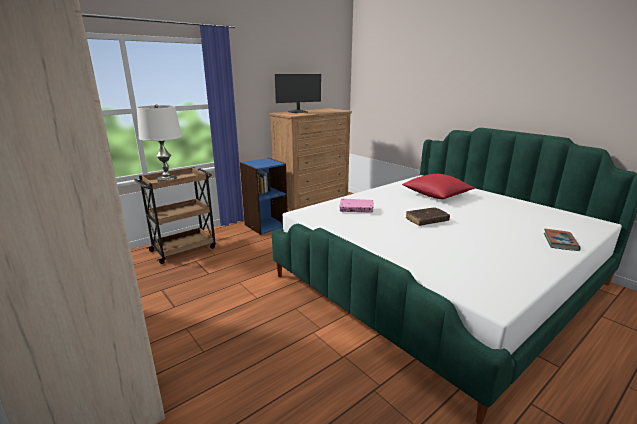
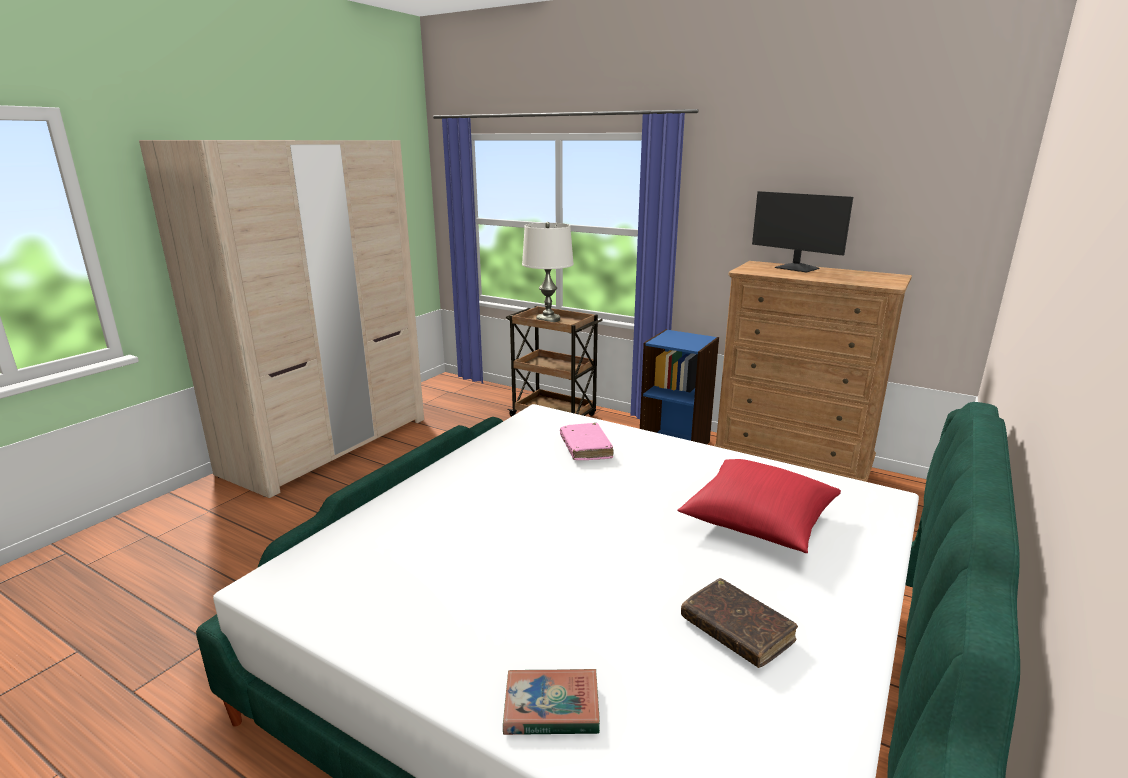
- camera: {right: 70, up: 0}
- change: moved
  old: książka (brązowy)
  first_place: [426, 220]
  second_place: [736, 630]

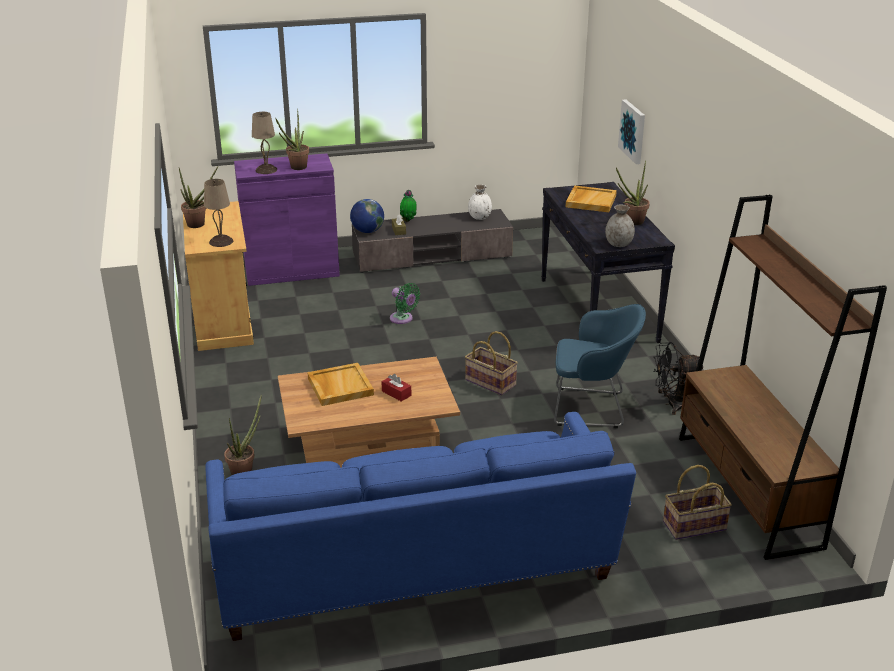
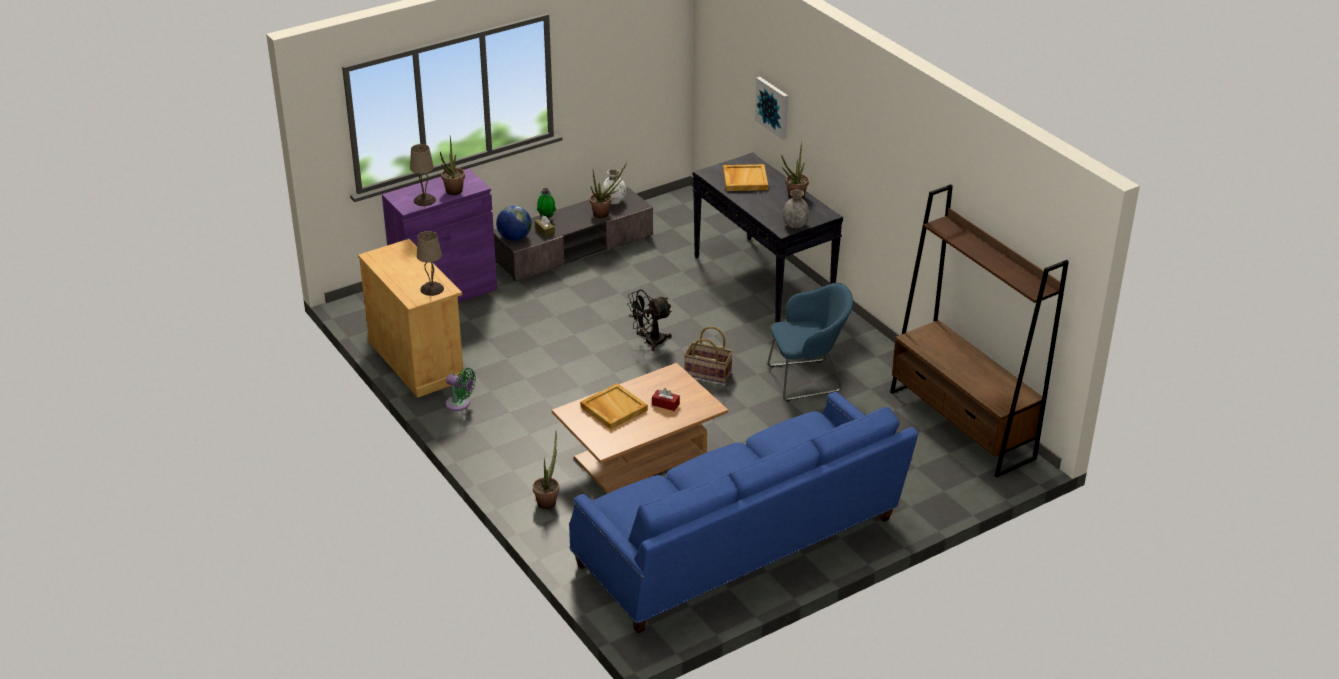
- camera: {right: -20, up: 5}
- change: removed
  old: koszyk
  first_place: [694, 526]
- change: moved
  old: roślina doniczkowa
  first_place: [199, 225]
  second_place: [604, 214]
- change: moved
  old: wentylator (zielony)
  first_place: [403, 319]
  second_place: [460, 404]
- change: moved
  old: wentylator (czarny)
  first_place: [672, 404]
  second_place: [649, 342]

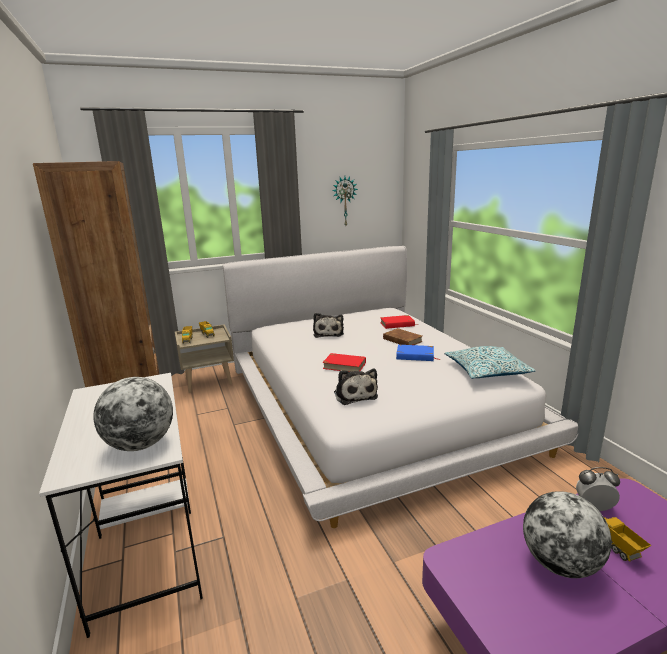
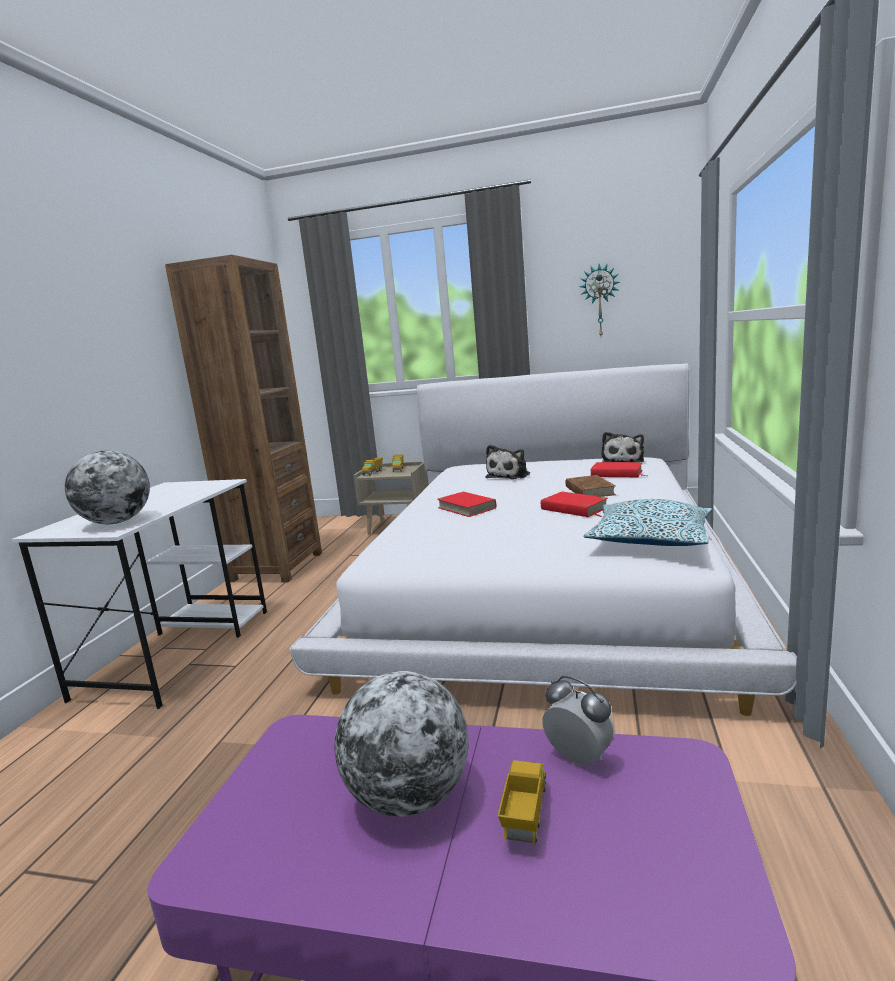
- camera: {right: 35, up: -5}
- change: moved
  old: pluszak
  first_place: [355, 394]
  second_place: [623, 461]
- change: recoloured
  old: książka (niebieski)
  new: książka (czerwony)
  first_place: [415, 356]
  second_place: [574, 509]

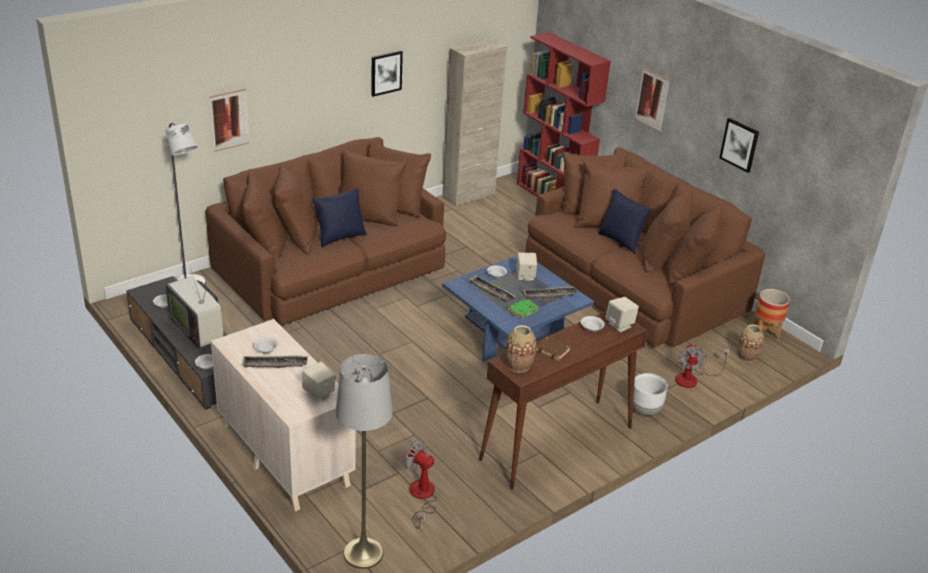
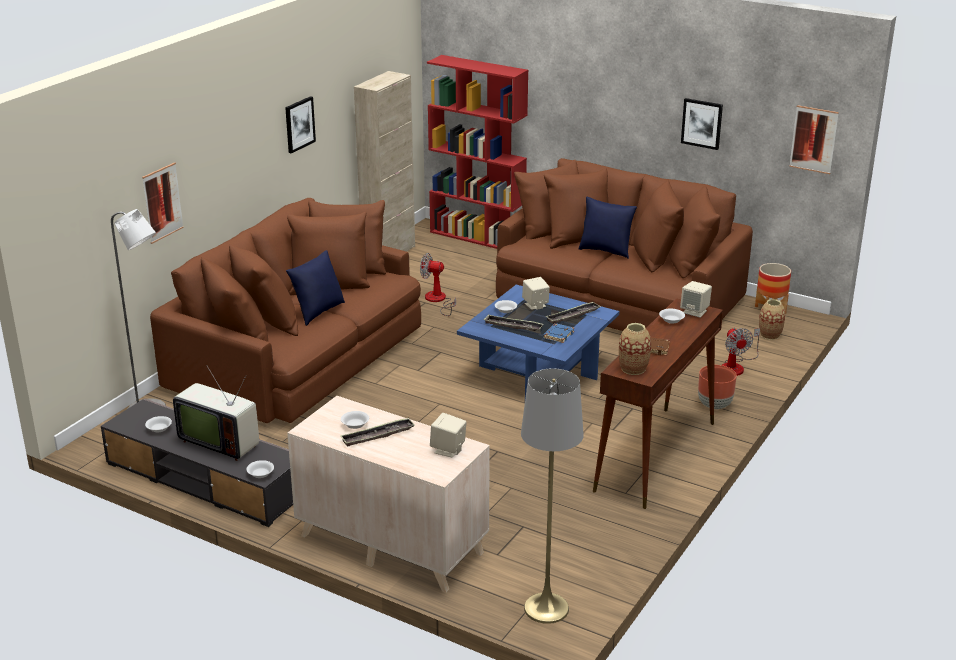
- camera: {right: -20, up: -5}
- change: moved
  old: wentylator
  first_place: [421, 497]
  second_place: [438, 300]
- change: moved
  old: obraz
  first_place: [652, 99]
  second_place: [813, 139]
- change: recoloured
  old: książka (zielony)
  new: książka (niebieski)
  first_place: [523, 310]
  second_place: [558, 335]
- change: recoloured
  old: donica (biały)
  new: donica (brązowy)
  first_place: [645, 410]
  second_place: [715, 405]

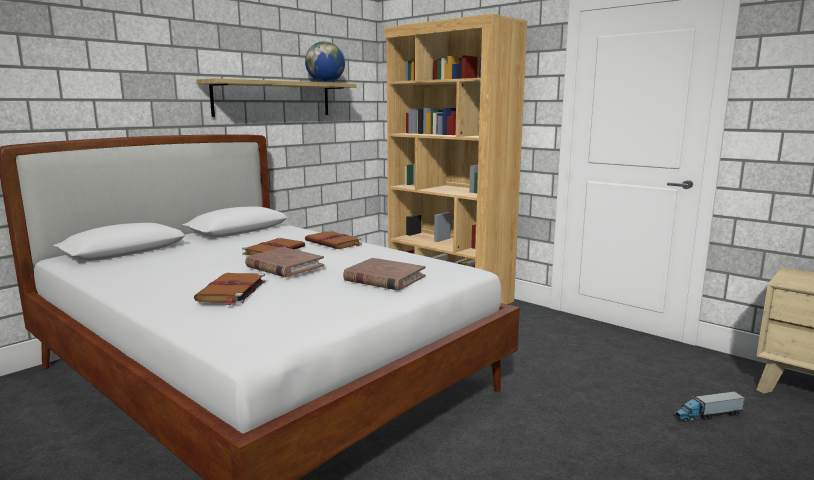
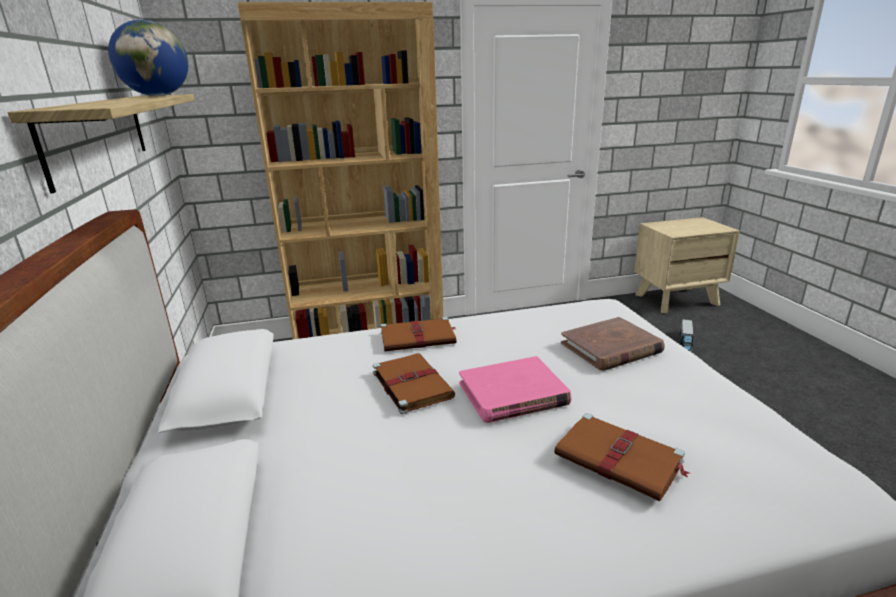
- camera: {right: -55, up: 10}
- change: recoloured
  old: książka (brązowy)
  new: książka (różowy)
  first_place: [284, 266]
  second_place: [513, 394]

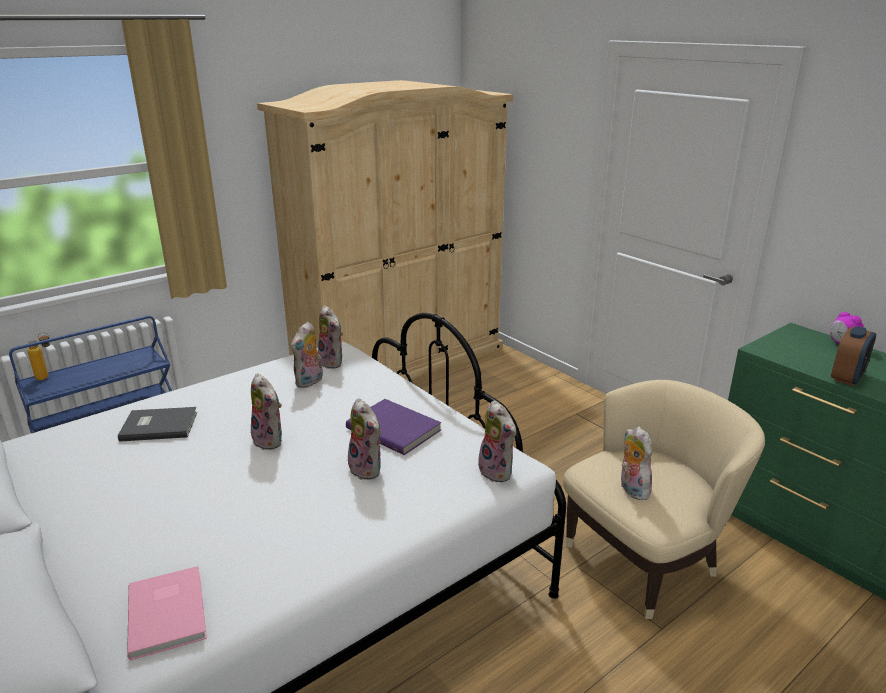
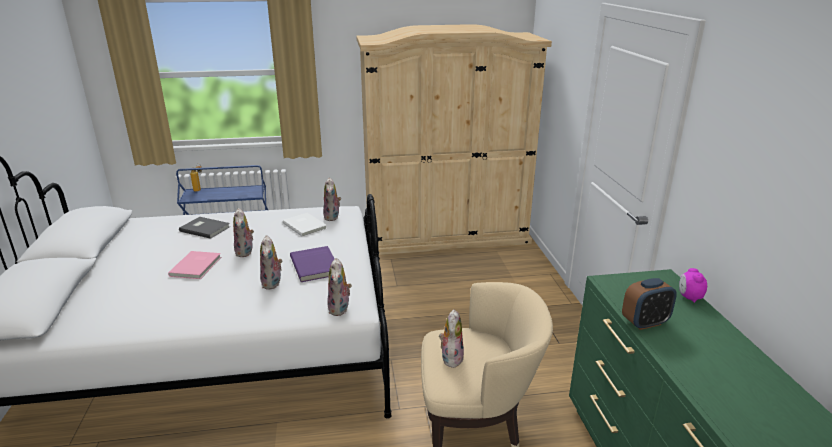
- camera: {right: 30, up: 0}
- change: moved
  old: książka (różowy)
  first_place: [169, 612]
  second_place: [197, 266]
- change: replaced
  old: pluszak
  new: książka (biały)
  first_place: [310, 382]
  second_place: [305, 225]

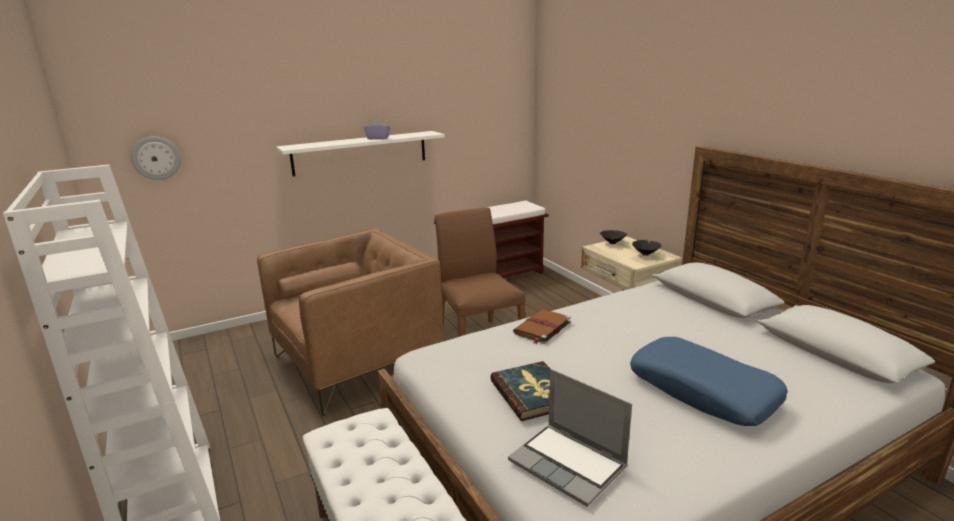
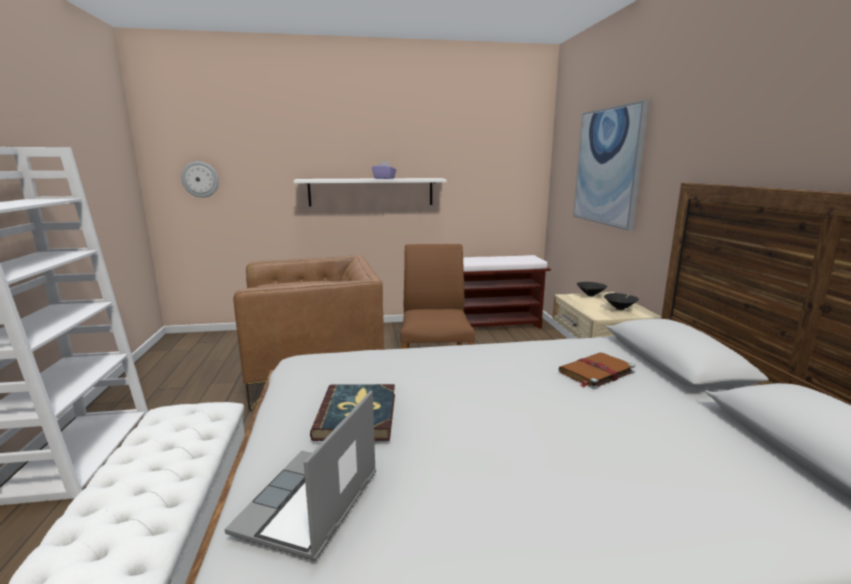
- camera: {right: 20, up: -5}
- change: removed
  old: poduszka (niebieski)
  first_place: [703, 391]
- change: added
  new: obraz
  second_place: [607, 166]
- change: moved
  old: książka (brązowy)
  first_place: [542, 328]
  second_place: [595, 372]
- change: turned
  old: laptop
  first_place: [569, 464]
  second_place: [309, 505]
  degrees: 45

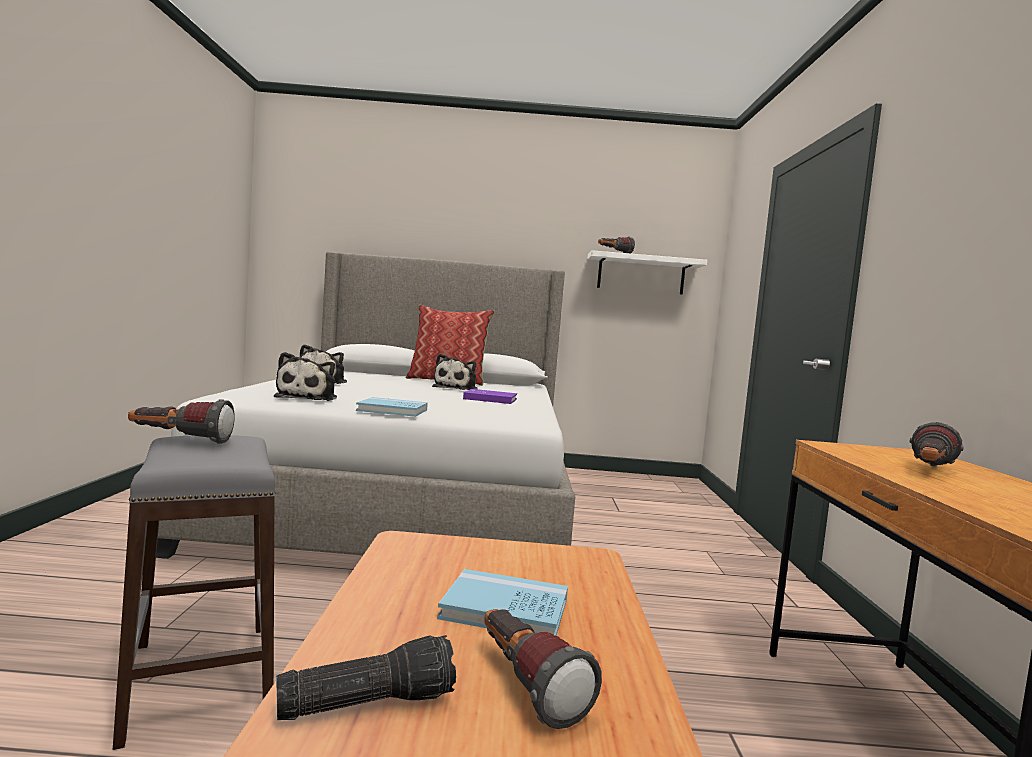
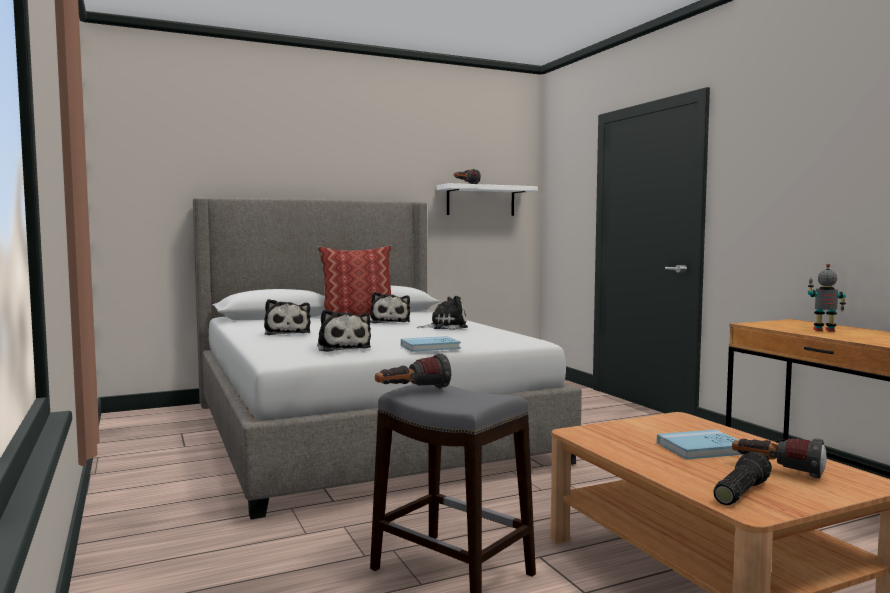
- camera: {right: -25, up: 0}
- change: replaced
  old: książka (fioletowy)
  new: pluszak
  first_place: [490, 399]
  second_place: [445, 327]
- change: replaced
  old: latarka
  new: robot zabawkowy
  first_place: [929, 471]
  second_place: [824, 330]

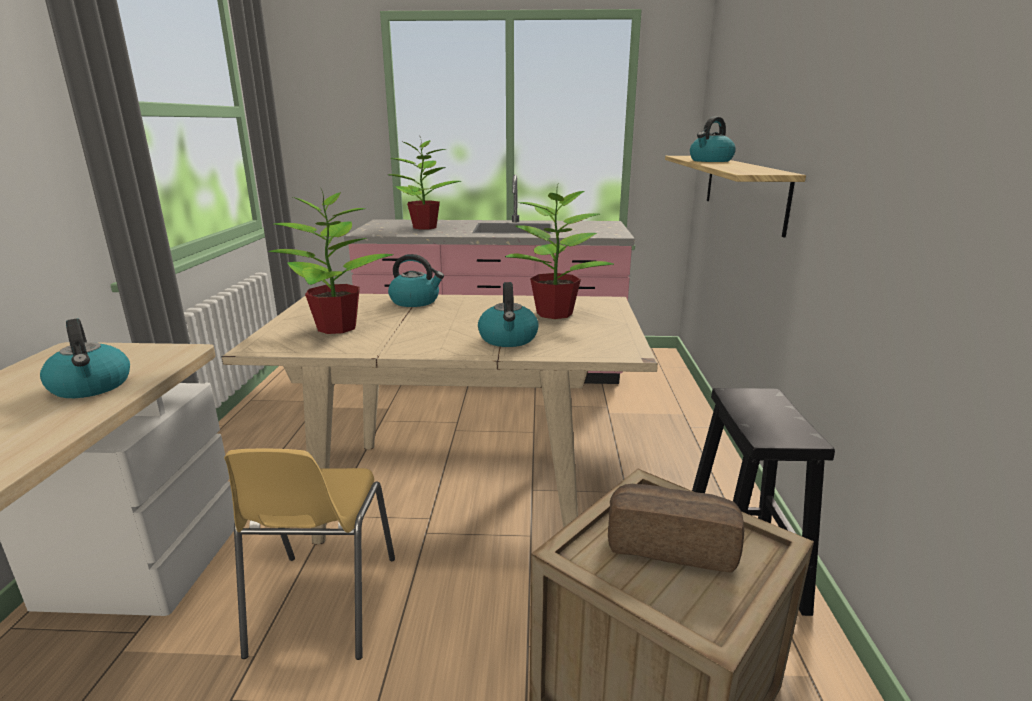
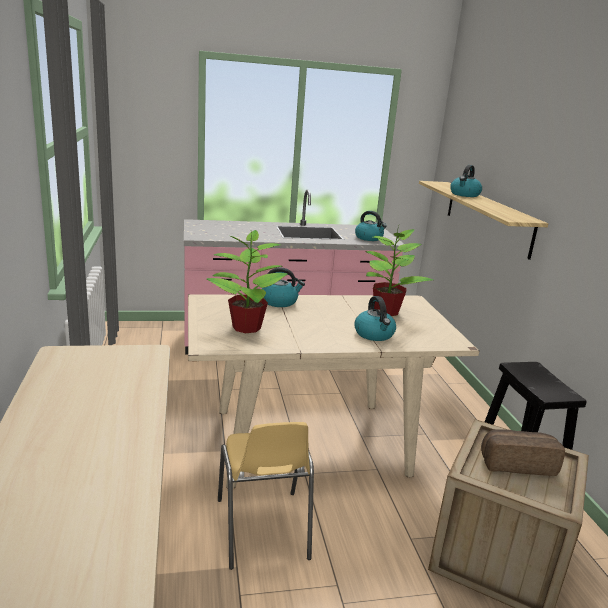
- camera: {right: -15, up: 0}
- change: removed
  old: roślina doniczkowa
  first_place: [424, 227]
- change: moved
  old: czajnik
  first_place: [91, 386]
  second_place: [369, 238]

